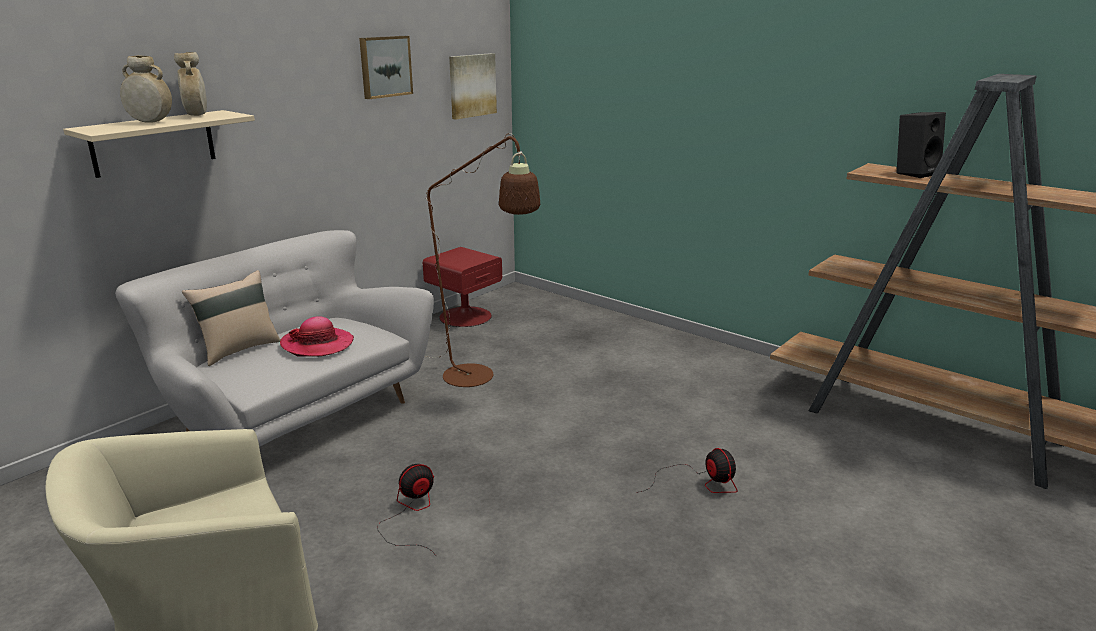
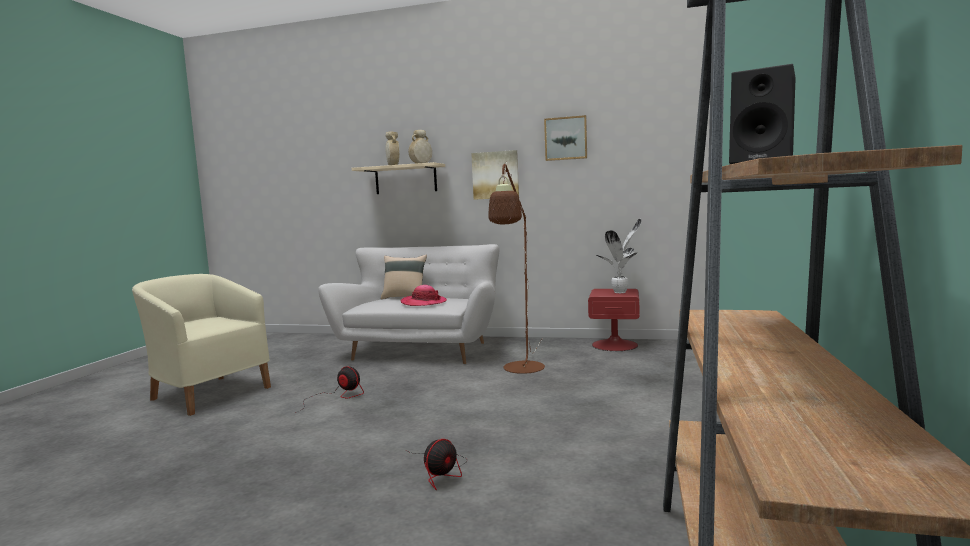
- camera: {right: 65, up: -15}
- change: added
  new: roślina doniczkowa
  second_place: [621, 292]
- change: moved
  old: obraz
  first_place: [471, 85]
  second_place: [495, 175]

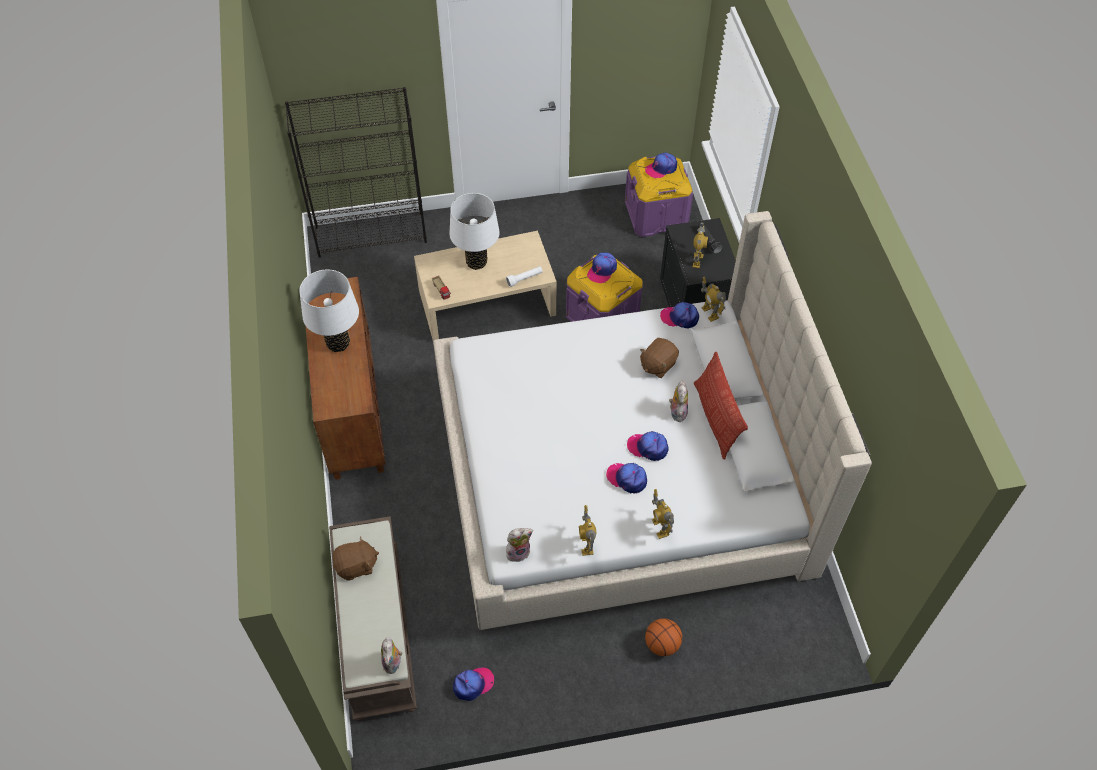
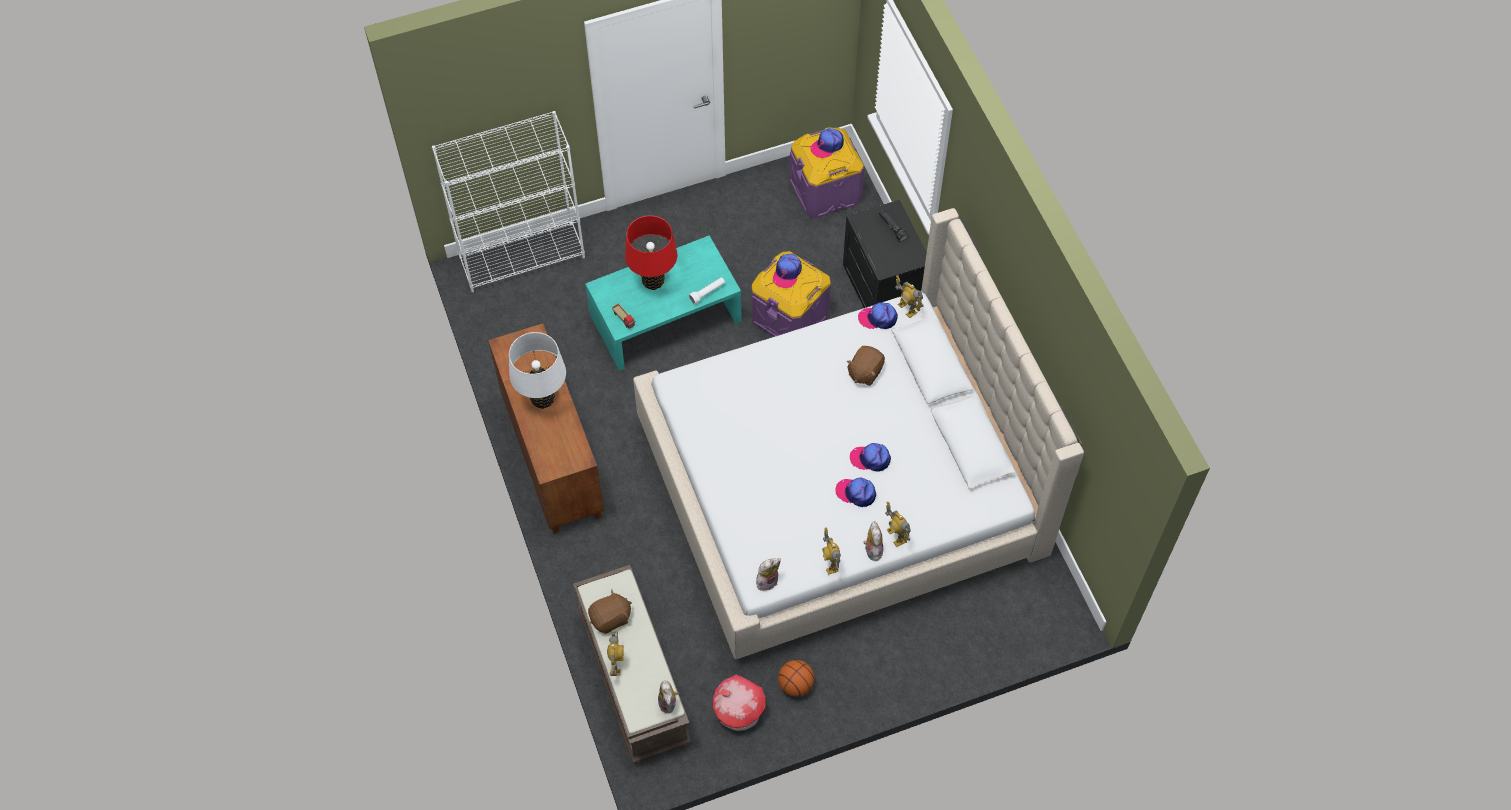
- camera: {right: -10, up: 5}
- change: removed
  old: poduszka
  first_place: [715, 419]
- change: moved
  old: piłka do koszykówki
  first_place: [662, 644]
  second_place: [795, 684]
- change: moved
  old: pluszak
  first_place: [677, 412]
  second_place: [872, 550]
- change: moved
  old: robot zabawkowy
  first_place: [697, 260]
  second_place: [617, 665]
- change: replaced
  old: czapka z daszkiem
  new: domek
  first_place: [473, 684]
  second_place: [738, 712]
- change: recoloured
  old: regał (czarny)
  new: regał (biały)
  first_place: [371, 234]
  second_place: [522, 257]
- change: recoloured
  old: ława (beżowy)
  new: ława (turkusowy)
  first_place: [486, 302]
  second_place: [665, 317]
- change: recoloured
  old: lampa stołowa (biały)
  new: lampa stołowa (czerwony)
  first_place: [476, 262]
  second_place: [653, 281]

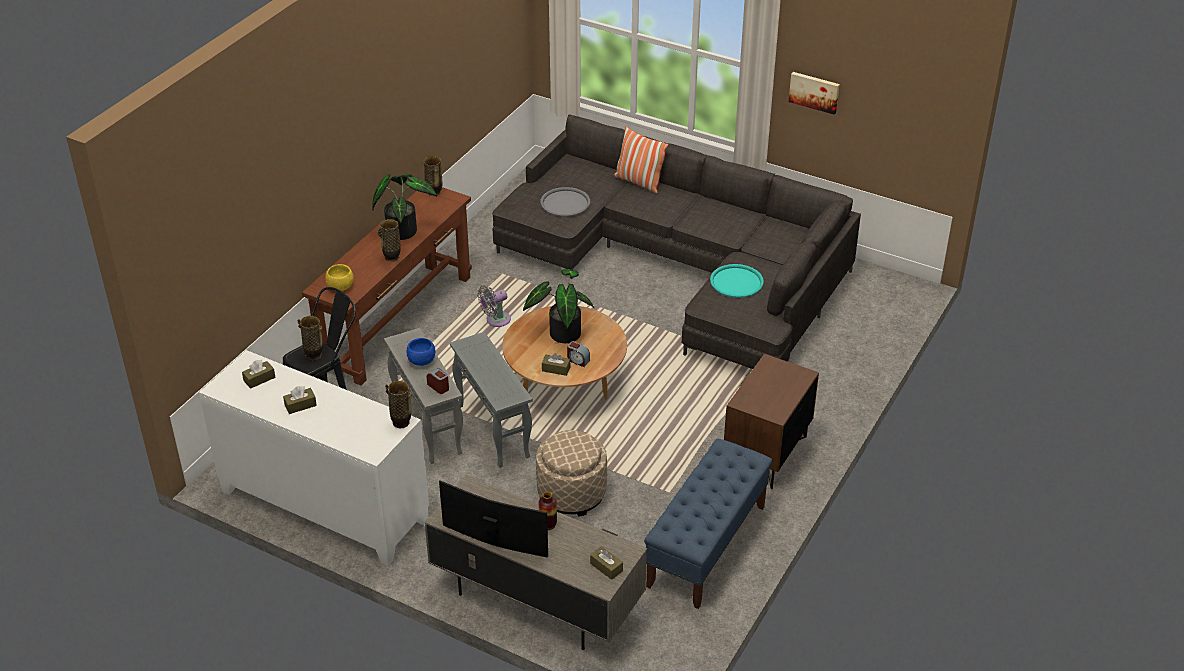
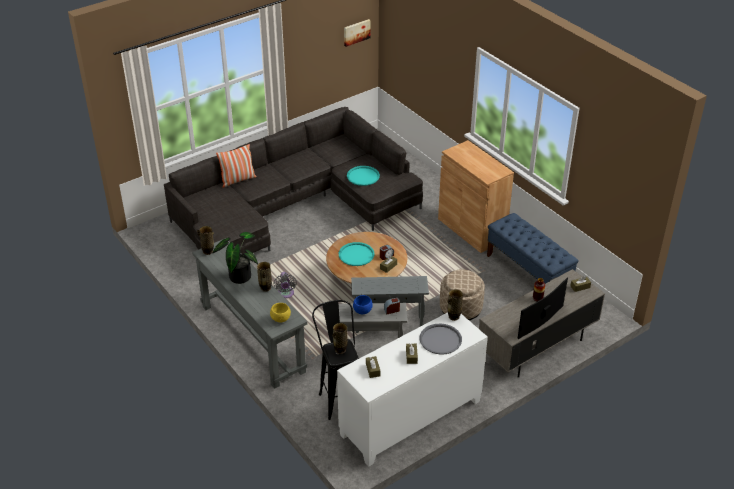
- camera: {right: -65, up: 0}
- change: moved
  old: taca (szary)
  first_place: [565, 203]
  second_place: [440, 339]
- change: moved
  old: obraz
  first_place: [814, 92]
  second_place: [356, 32]
- change: replaced
  old: roślina doniczkowa
  new: taca (turkusowy)
  first_place: [562, 332]
  second_place: [356, 254]
- change: replaced
  old: szafka nocna (brązowy)
  new: szafka (brązowy)
  first_place: [766, 454]
  second_place: [471, 229]
- change: recoloured
  old: stolik konsolowy (brązowy)
  new: stolik konsolowy (szary)
  first_place: [397, 321]
  second_place: [252, 338]

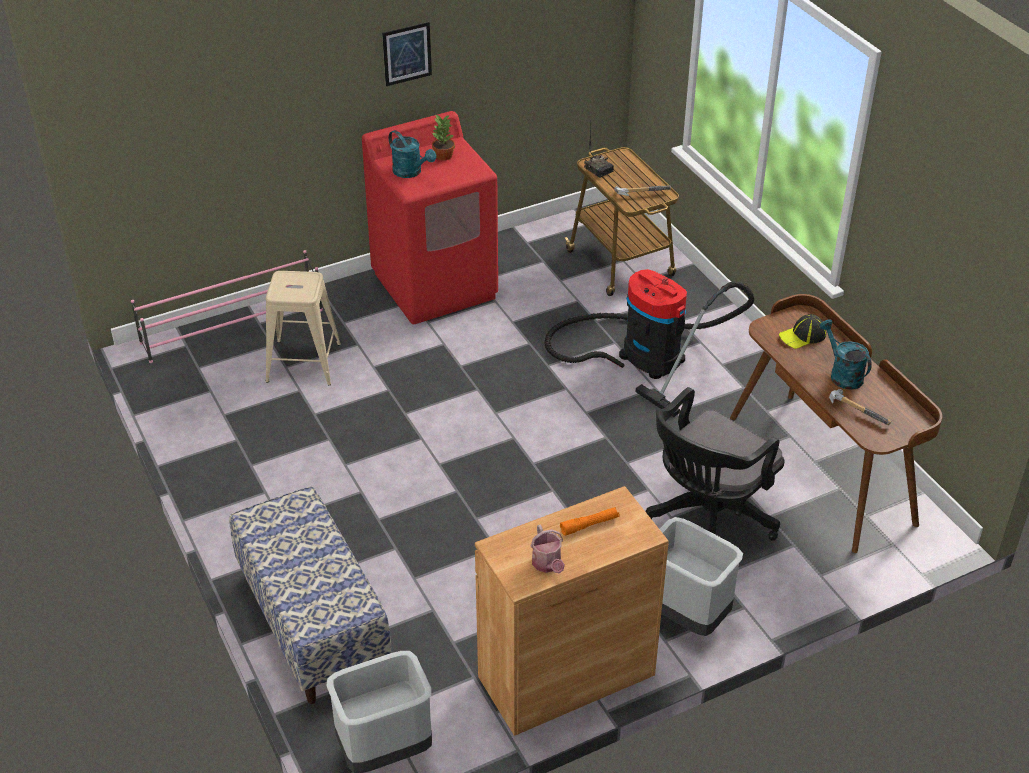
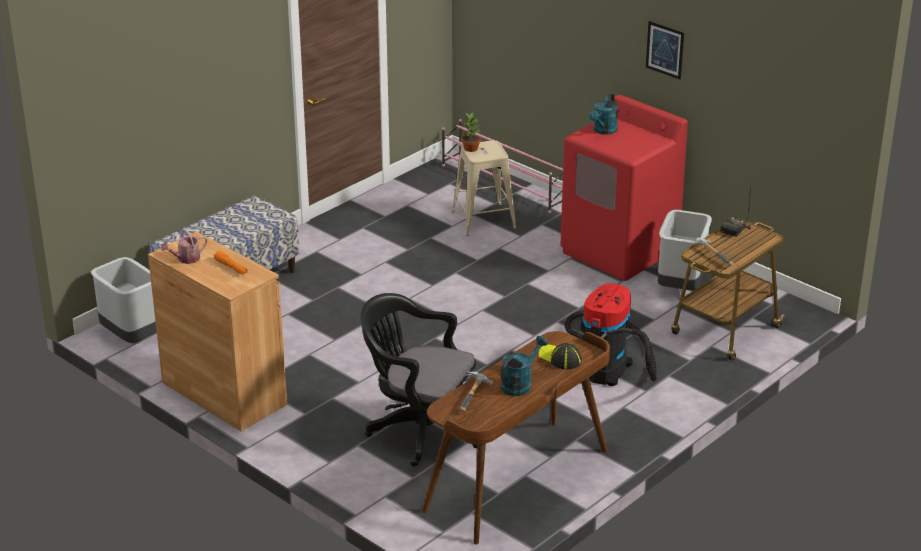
- camera: {right: 70, up: -10}
- change: moved
  old: roślina doniczkowa
  first_place: [443, 155]
  second_place: [471, 148]
- change: moved
  old: kosz na śmieci (szary)
  first_place: [684, 616]
  second_place: [680, 285]

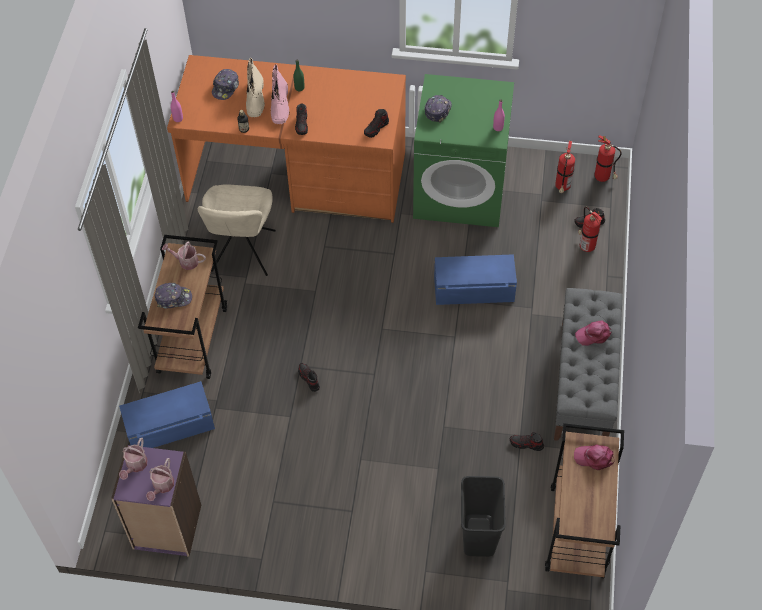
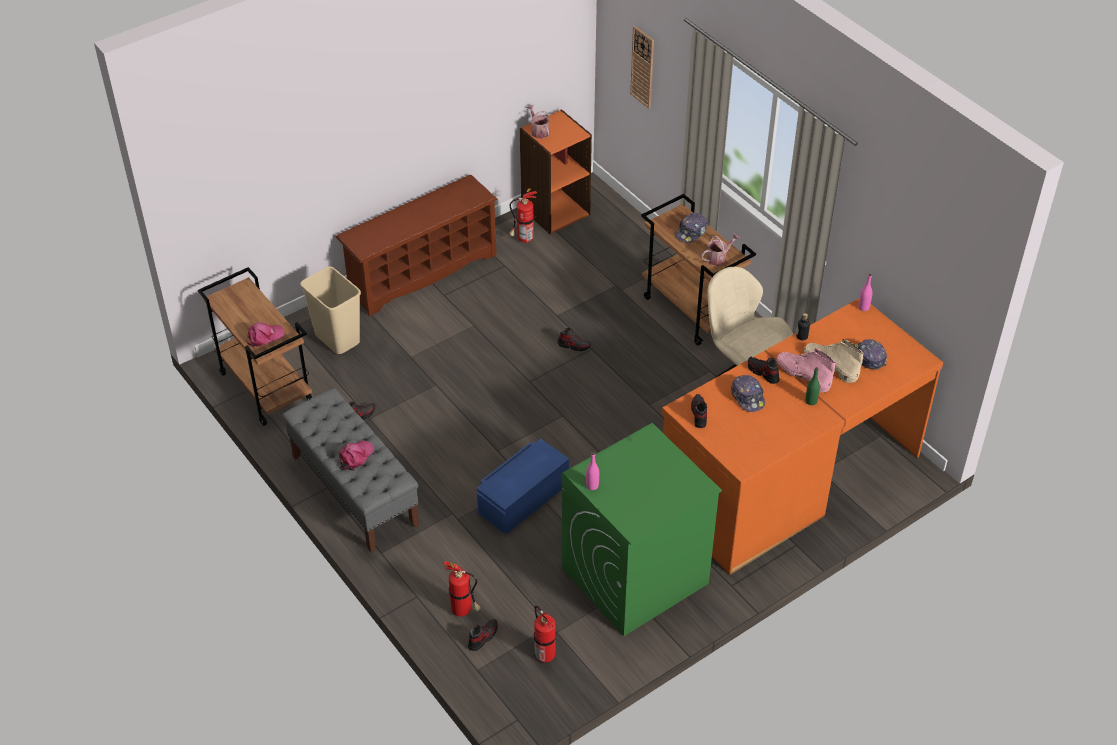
- camera: {right: 135, up: -10}
- change: removed
  old: pojemnik do przechowywania (niebieski)
  first_place: [170, 427]
- change: removed
  old: konewka
  first_place: [135, 466]
- change: added
  new: regał na buty (brązowy)
  second_place: [422, 272]
- change: added
  new: zegar ścienny
  second_place: [642, 67]
- change: moved
  old: czapka z daszkiem
  first_place: [437, 110]
  second_place: [748, 397]
- change: moved
  old: gaśnica
  first_place: [603, 178]
  second_place: [523, 239]
- change: recoloured
  old: regał (fioletowy)
  new: regał (pomarańczowy)
  first_place: [167, 527]
  second_place: [555, 211]
- change: recoloured
  old: kosz na śmieci (czarny)
  new: kosz na śmieci (beżowy)
  first_place: [479, 536]
  second_place: [336, 339]

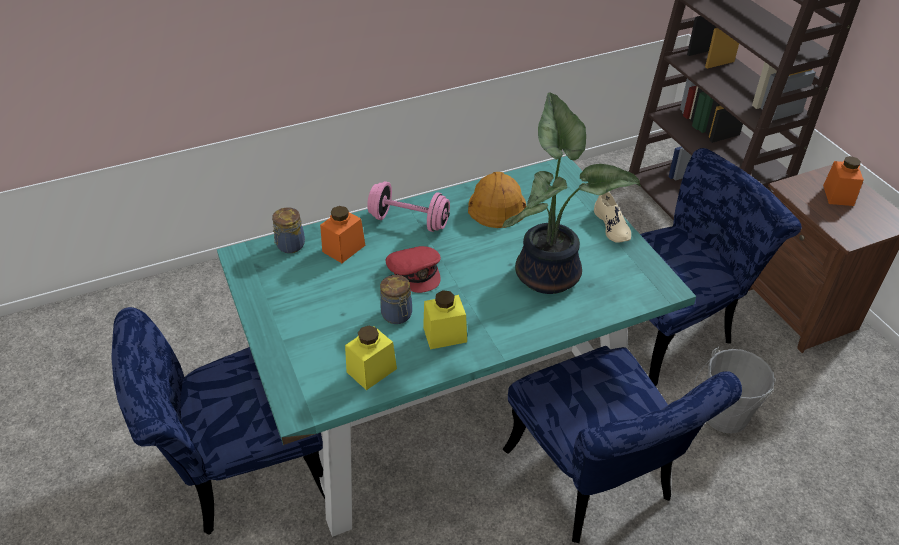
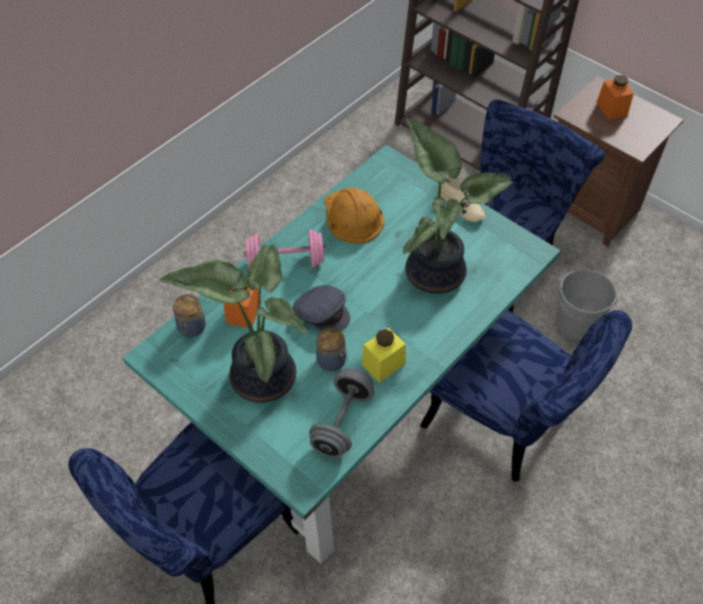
- camera: {right: -25, up: 10}
- change: added
  new: roślina doniczkowa
  second_place: [260, 375]
- change: replaced
  old: słoik (żółty)
  new: hantel (szary)
  first_place: [371, 370]
  second_place: [342, 422]
- change: recoloured
  old: czapka z daszkiem (czerwony)
  new: czapka z daszkiem (szary)
  first_place: [415, 272]
  second_place: [322, 312]

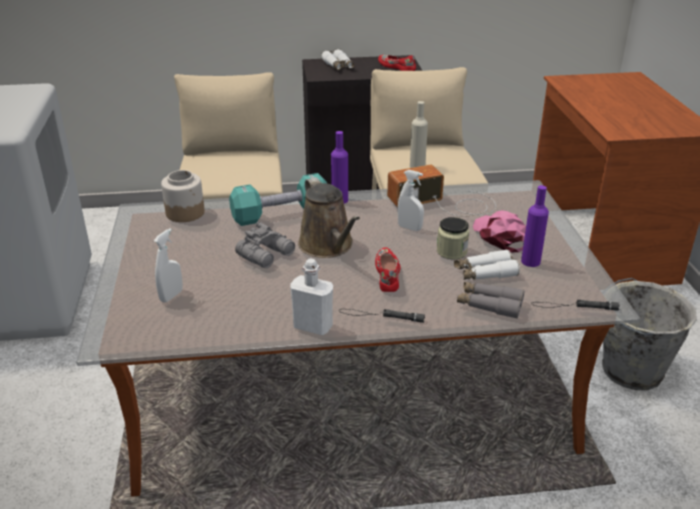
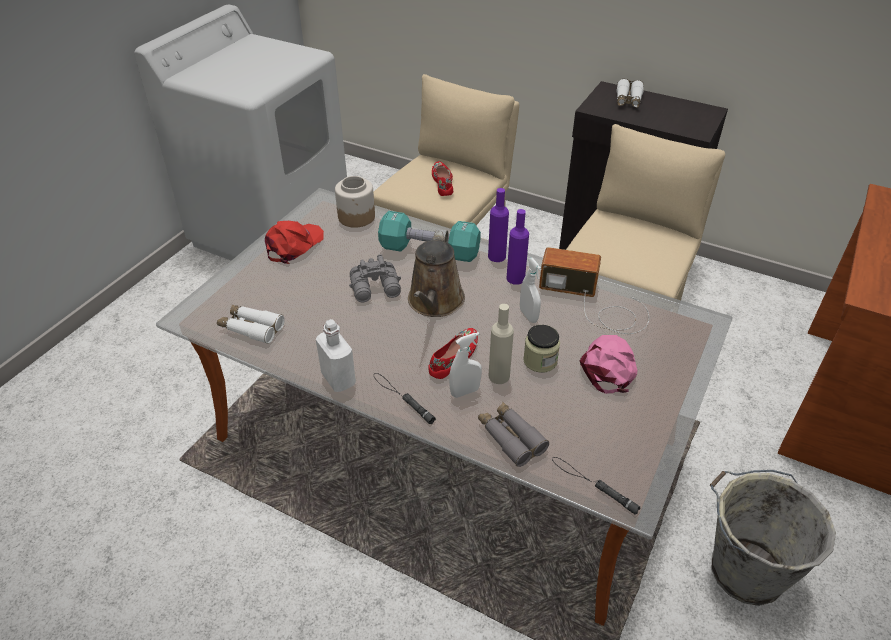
- camera: {right: 35, up: 10}
- change: added
  new: czapka z daszkiem (czerwony)
  second_place: [294, 245]
- change: moved
  old: spryskiwacz (biały)
  first_place: [171, 296]
  second_place: [465, 391]
- change: moved
  old: but (czerwony)
  first_place: [397, 67]
  second_place: [443, 182]
- change: moved
  old: butelka (beżowy)
  first_place: [417, 166]
  second_place: [499, 376]
- change: moved
  old: lornetka (biały)
  first_place: [485, 273]
  second_place: [251, 328]
- change: moved
  old: butelka (fioletowy)
  first_place: [530, 261]
  second_place: [515, 278]

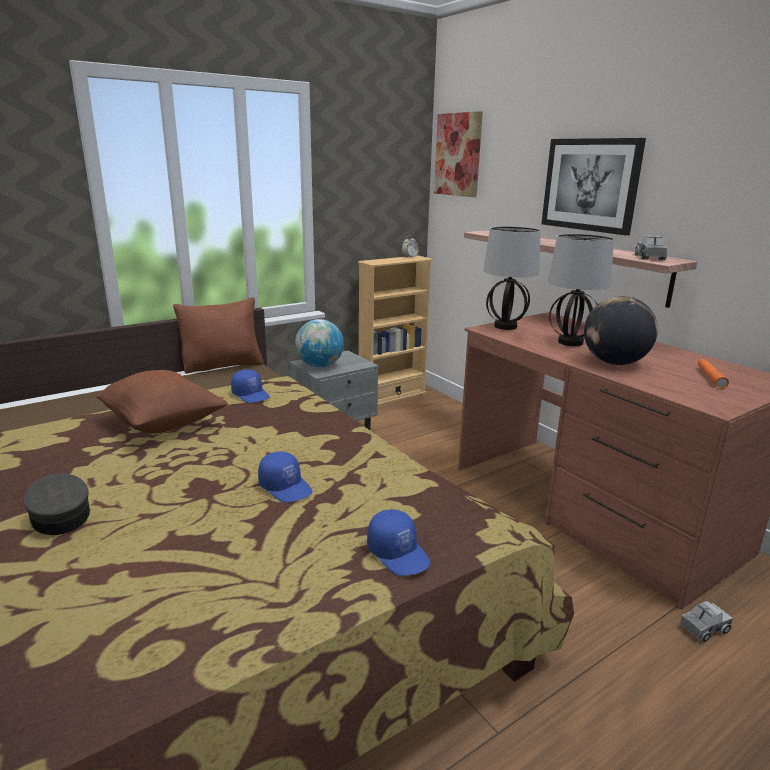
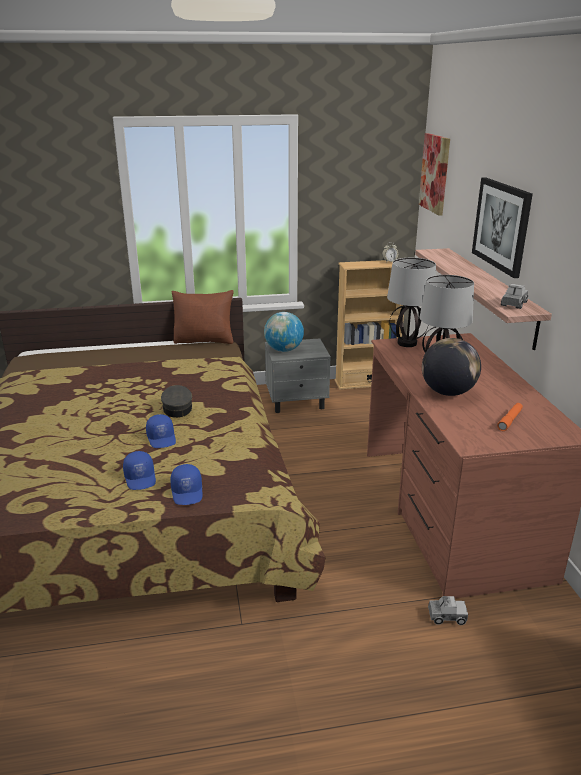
- camera: {right: 25, up: 5}
- change: removed
  old: poduszka (brązowy)
  first_place: [163, 424]
- change: moved
  old: czapka z daszkiem (szary)
  first_place: [60, 516]
  second_place: [177, 408]
- change: moved
  old: czapka z daszkiem (niebieski)
  first_place: [251, 395]
  second_place: [141, 478]

